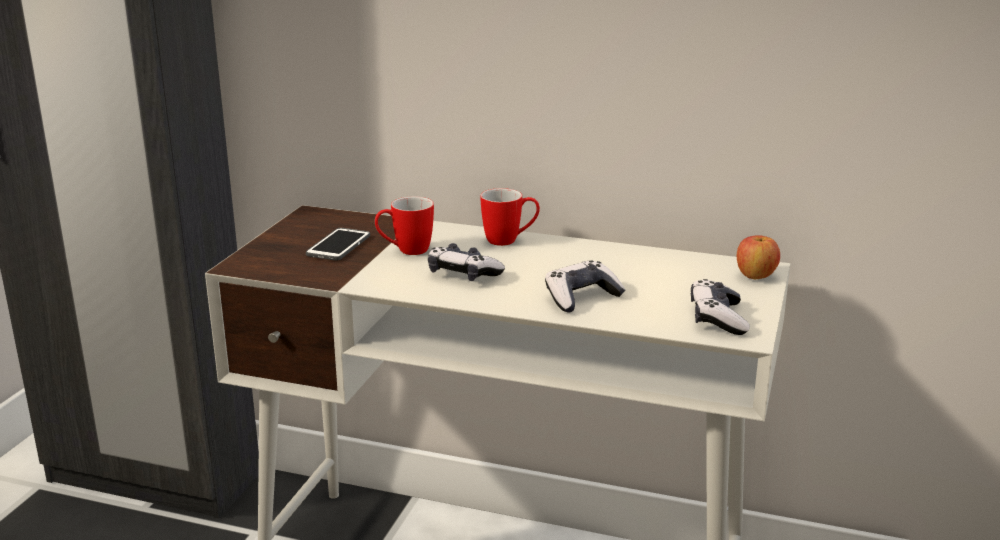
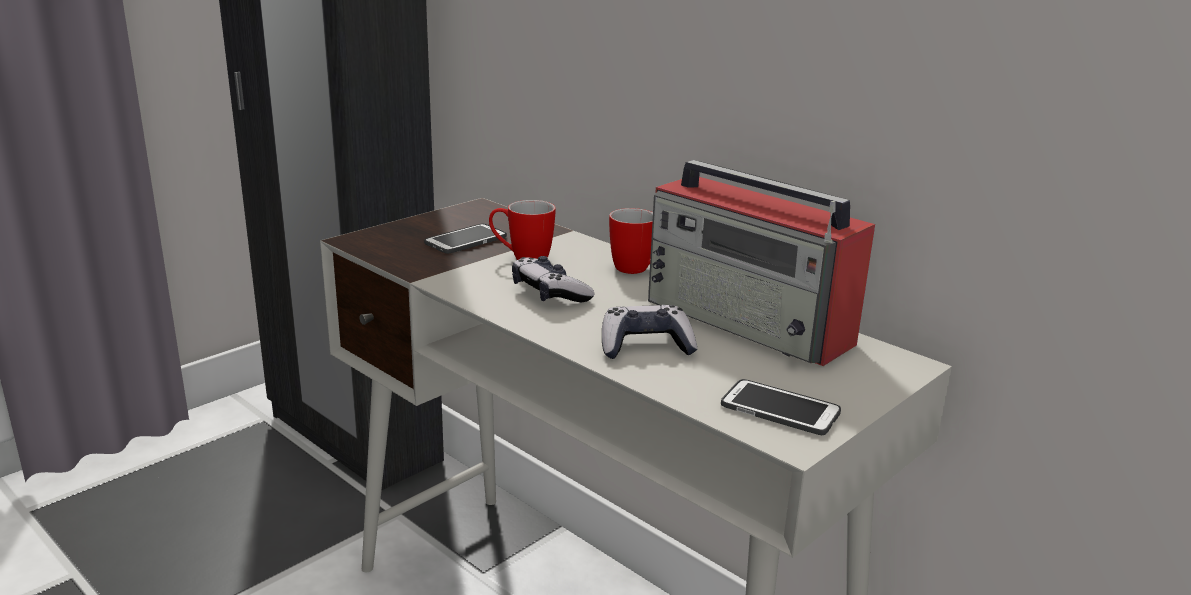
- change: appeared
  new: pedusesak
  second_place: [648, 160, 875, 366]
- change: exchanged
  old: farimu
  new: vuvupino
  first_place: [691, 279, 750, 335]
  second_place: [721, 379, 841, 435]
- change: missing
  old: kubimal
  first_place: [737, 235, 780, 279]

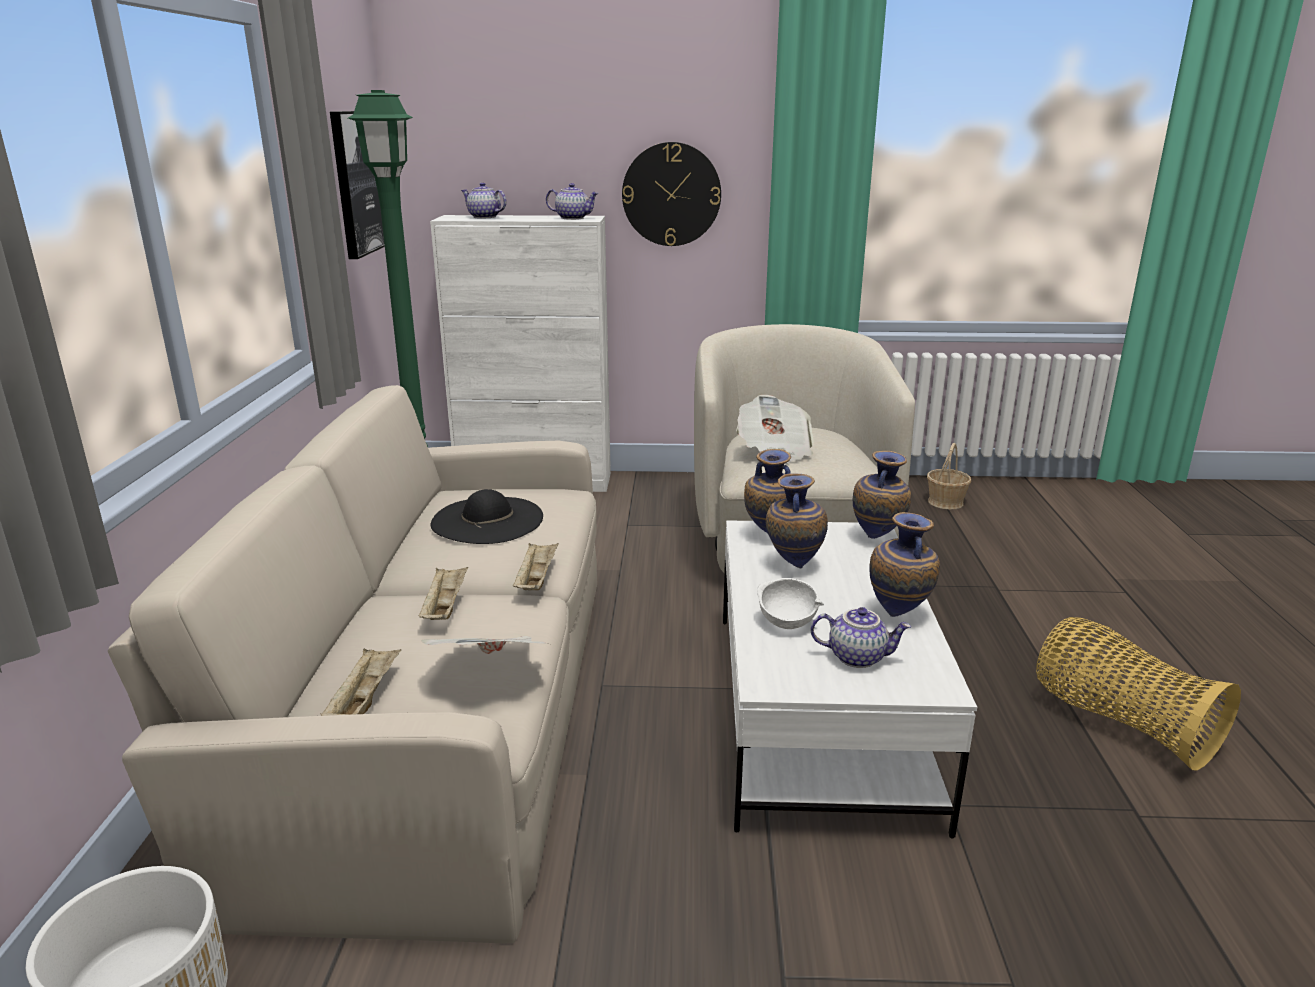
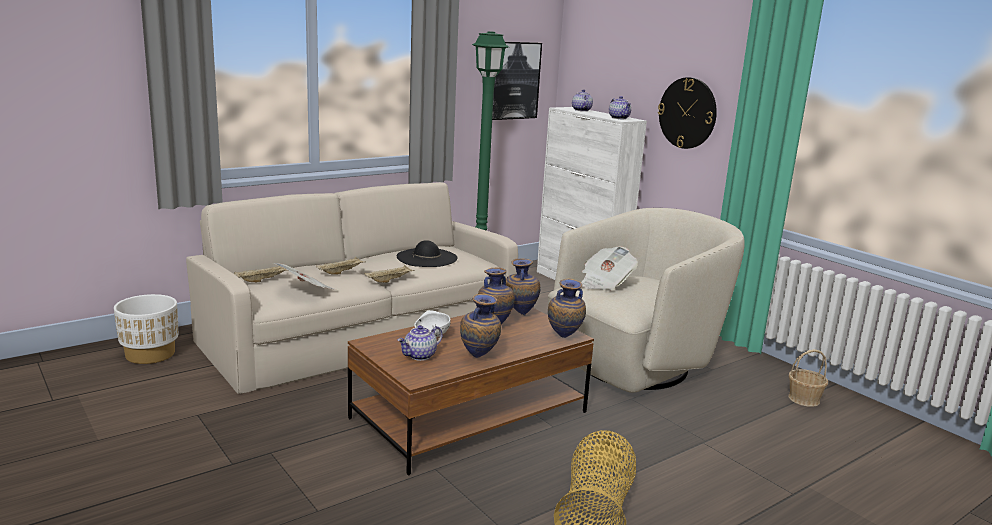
- change: colour
  old: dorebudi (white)
  new: dorebudi (brown)
  first_place: [723, 520, 977, 838]
  second_place: [348, 308, 594, 475]
- change: spun
  old: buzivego
  first_place: [811, 607, 911, 668]
  second_place: [397, 325, 442, 361]
  degrees: 75

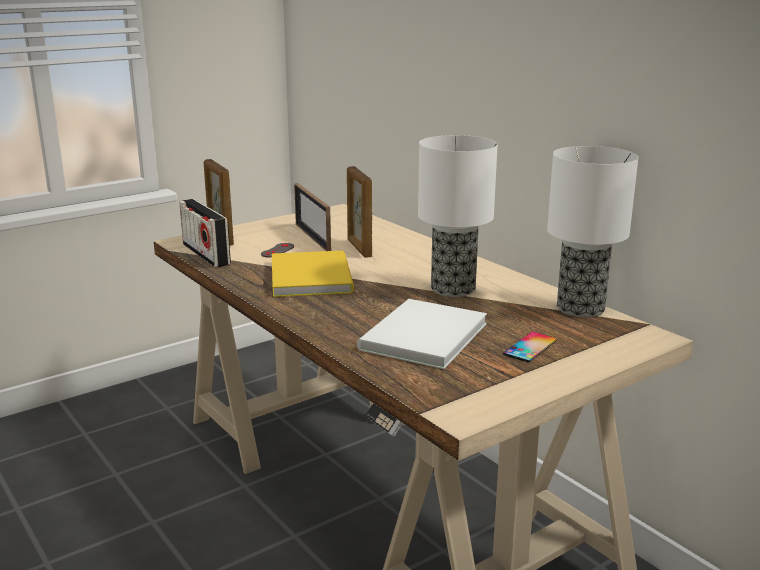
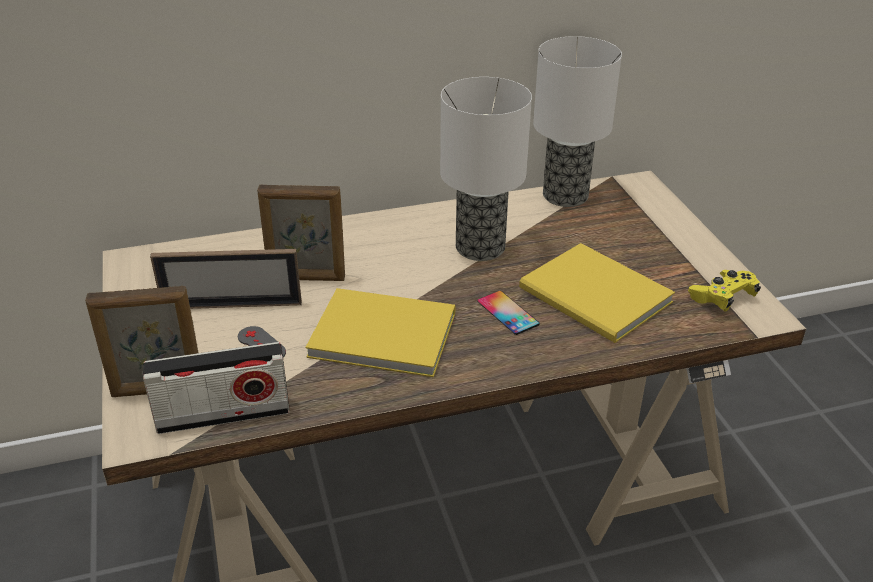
- change: relocated
  old: vuvupino
  first_place: [503, 332, 557, 362]
  second_place: [478, 291, 540, 335]
- change: colour
  old: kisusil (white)
  new: kisusil (yellow)
  first_place: [357, 299, 487, 369]
  second_place: [519, 243, 675, 343]
- change: appeared
  new: farimu (yellow)
  second_place: [688, 270, 761, 312]

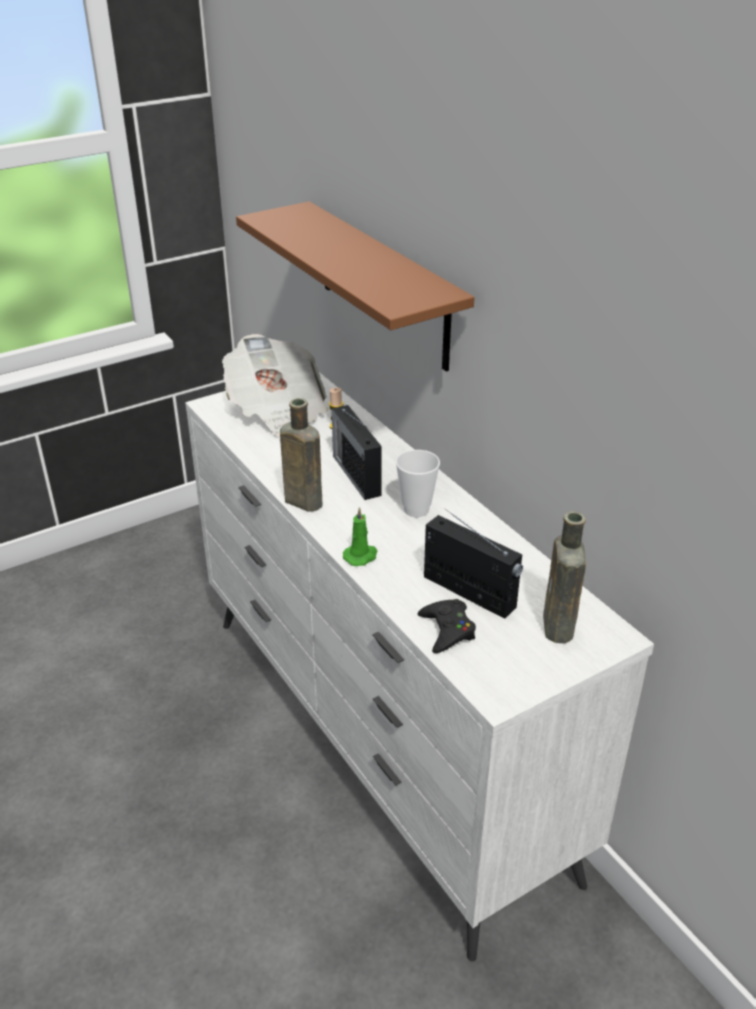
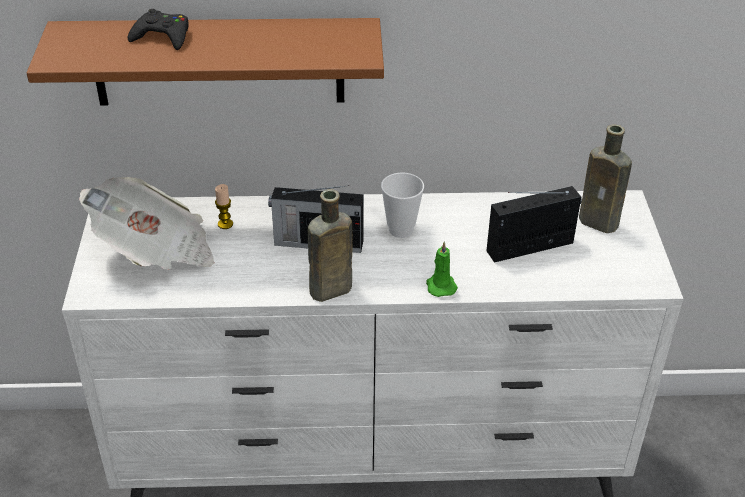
- change: relocated
  old: farimu (black)
  first_place: [418, 599, 476, 653]
  second_place: [128, 9, 189, 50]

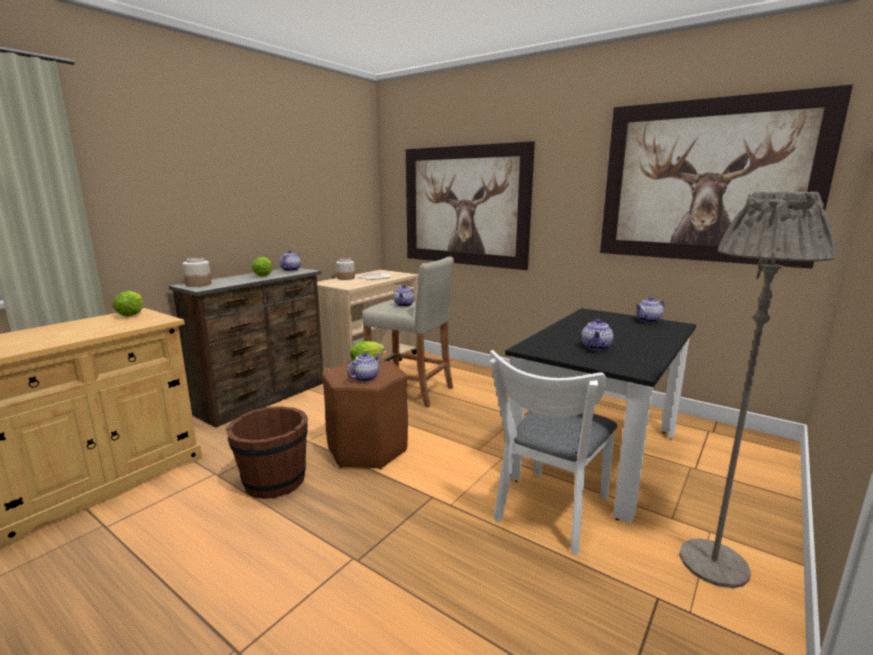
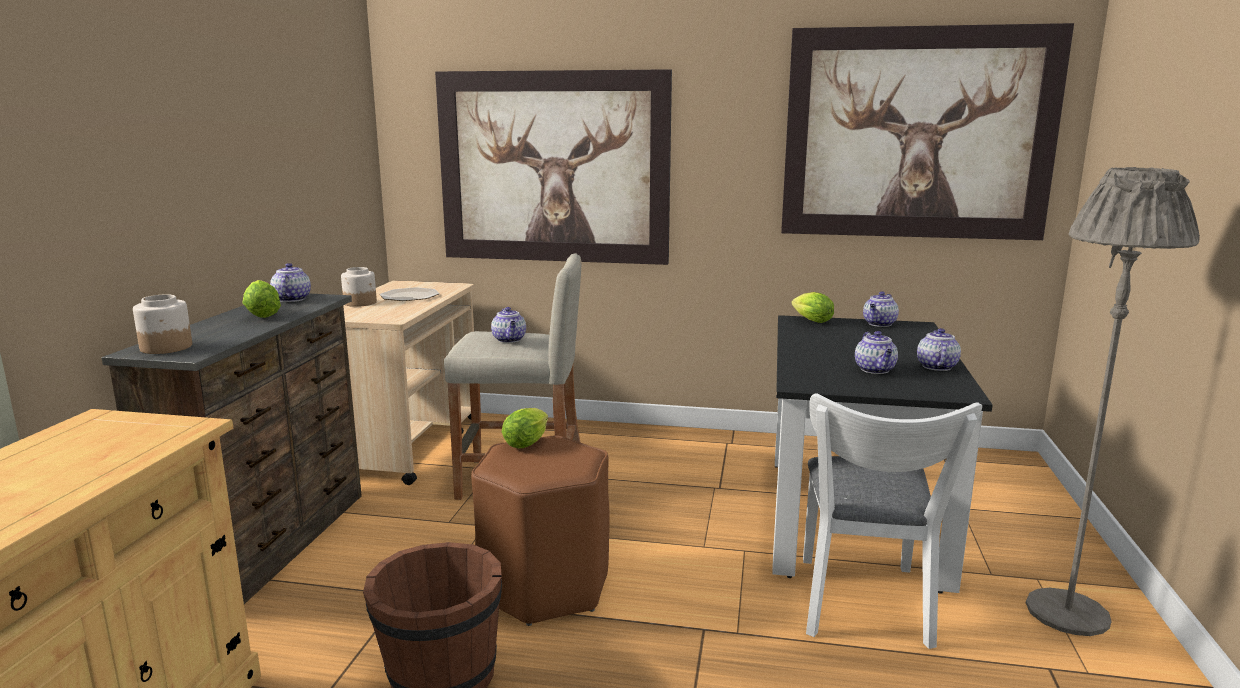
- change: relocated
  old: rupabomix
  first_place: [112, 291, 144, 317]
  second_place: [791, 292, 834, 323]
- change: relocated
  old: buzivego
  first_place: [347, 352, 382, 382]
  second_place: [917, 328, 961, 371]

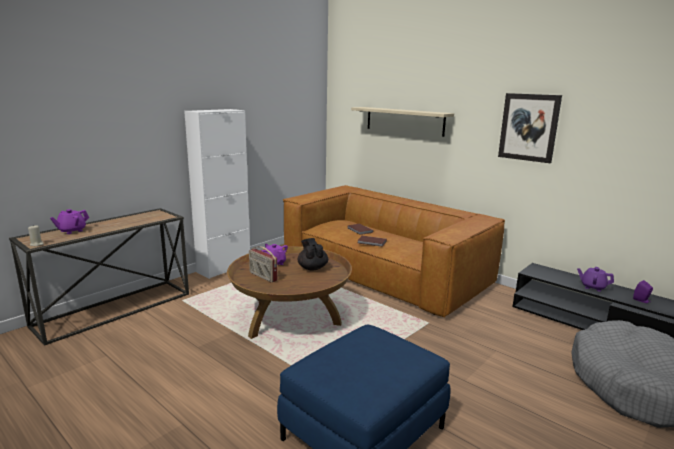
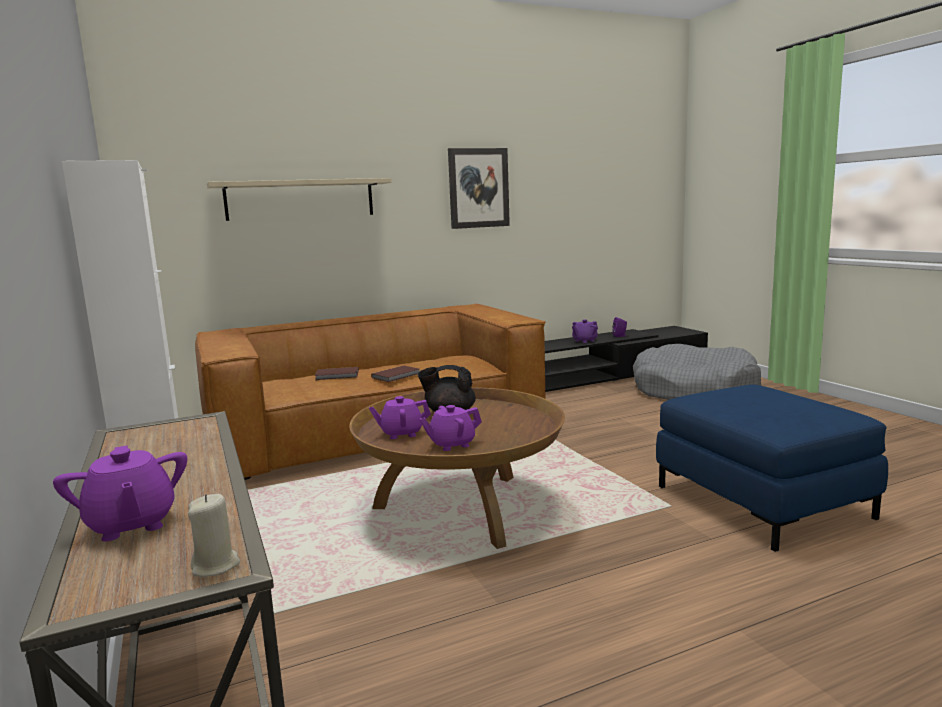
- change: exchanged
  old: pedusesak
  new: buzivego (purple)
  first_place: [249, 246, 278, 282]
  second_place: [420, 405, 482, 451]

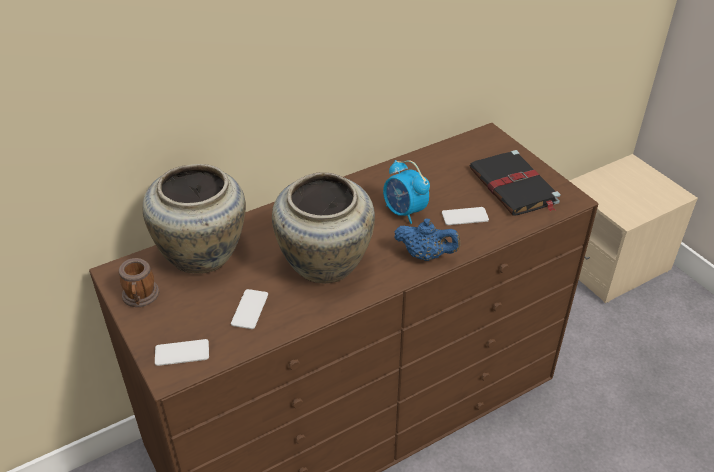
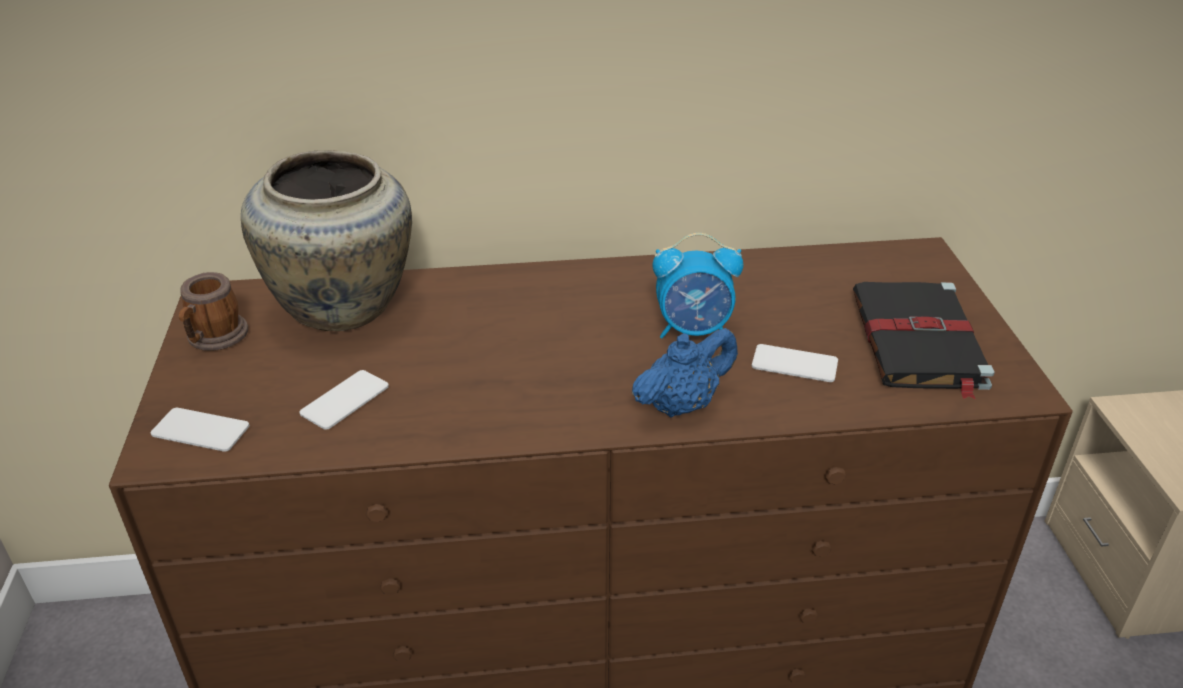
- change: spun
  old: buzivego (blue)
  first_place: [395, 218, 461, 261]
  second_place: [632, 328, 738, 418]
  degrees: -75
- change: spun
  old: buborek
  first_place: [383, 160, 430, 224]
  second_place: [653, 233, 743, 338]
  degrees: -75
- change: missing
  old: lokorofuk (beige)
  first_place: [272, 172, 375, 283]

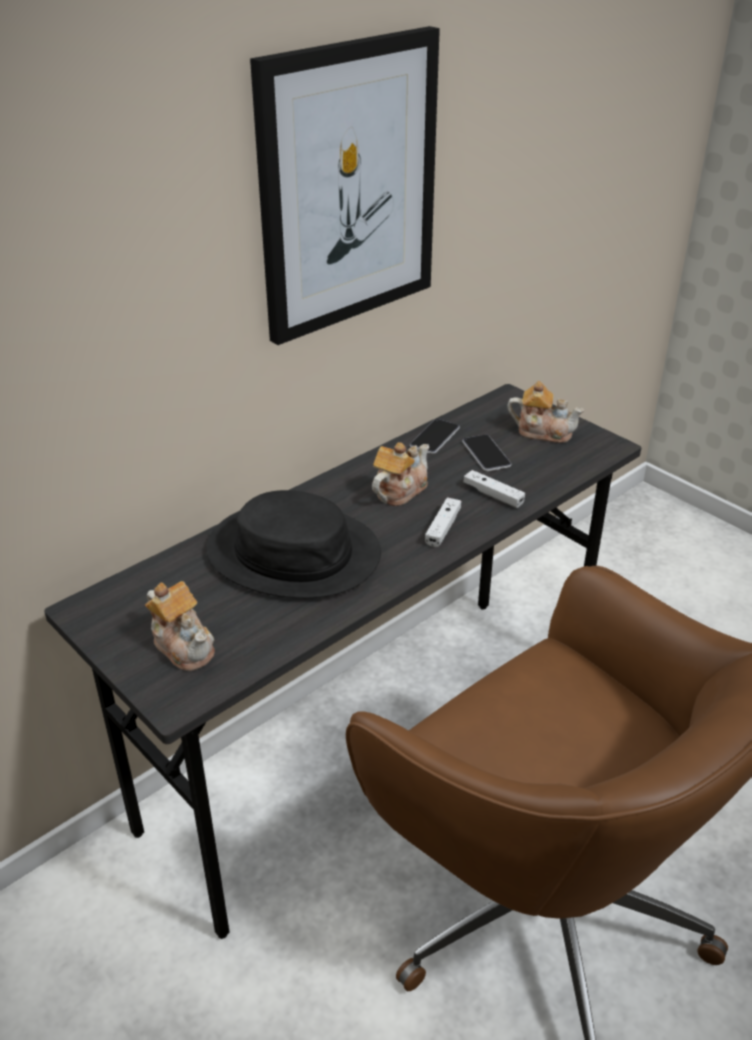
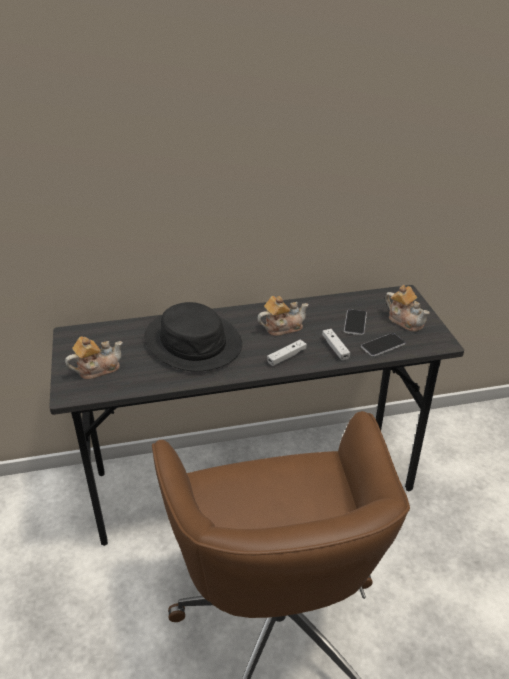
- change: spun
  old: buzivego
  first_place: [145, 581, 215, 671]
  second_place: [65, 336, 123, 380]
  degrees: -105
- change: relocated
  old: vuvupino
  first_place: [410, 419, 460, 454]
  second_place: [361, 333, 405, 357]
- change: missing
  old: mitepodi
  first_place: [250, 26, 440, 345]

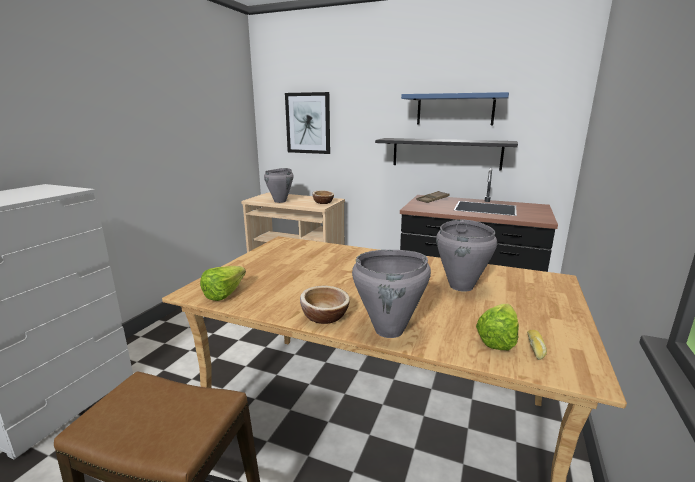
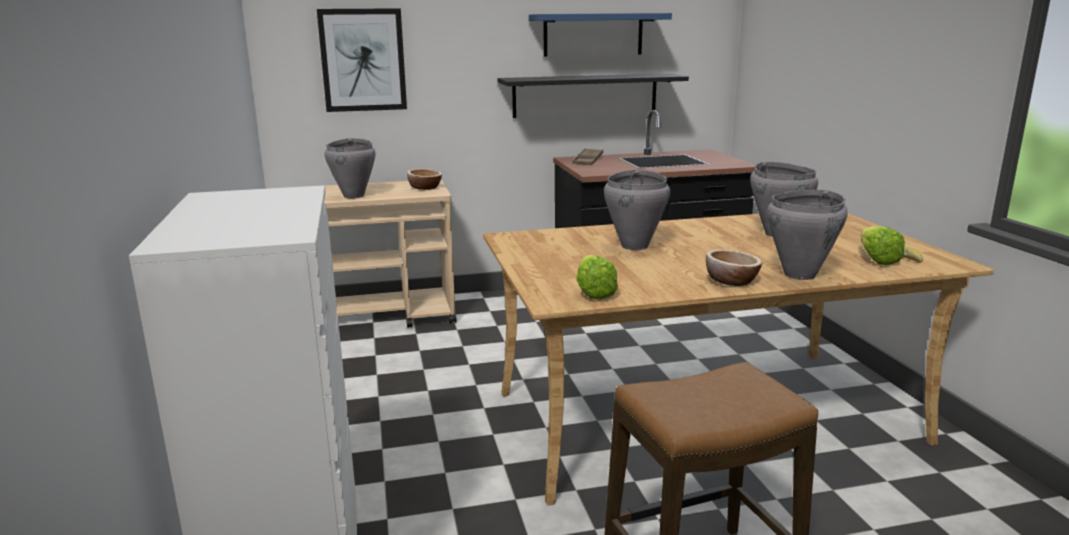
- change: appeared
  new: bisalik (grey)
  second_place: [604, 170, 670, 250]

